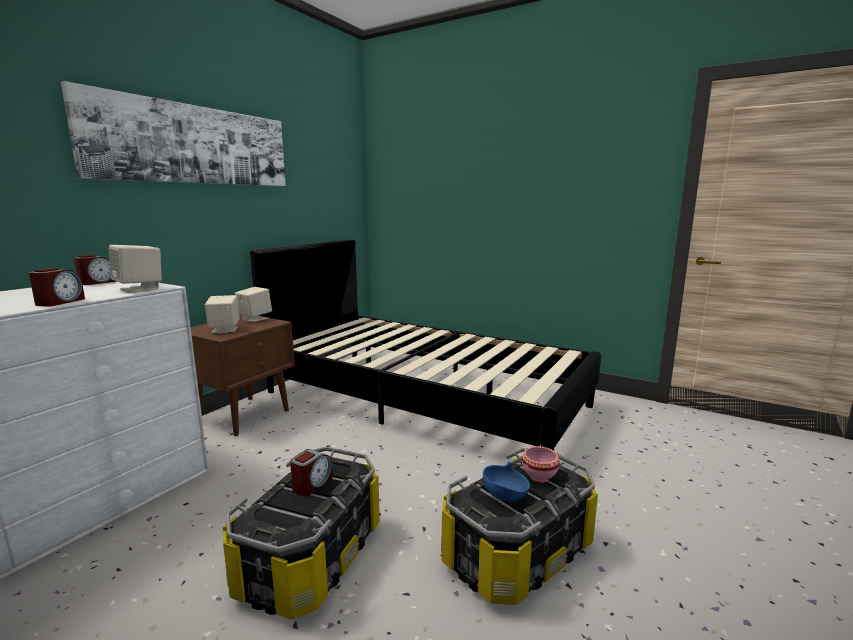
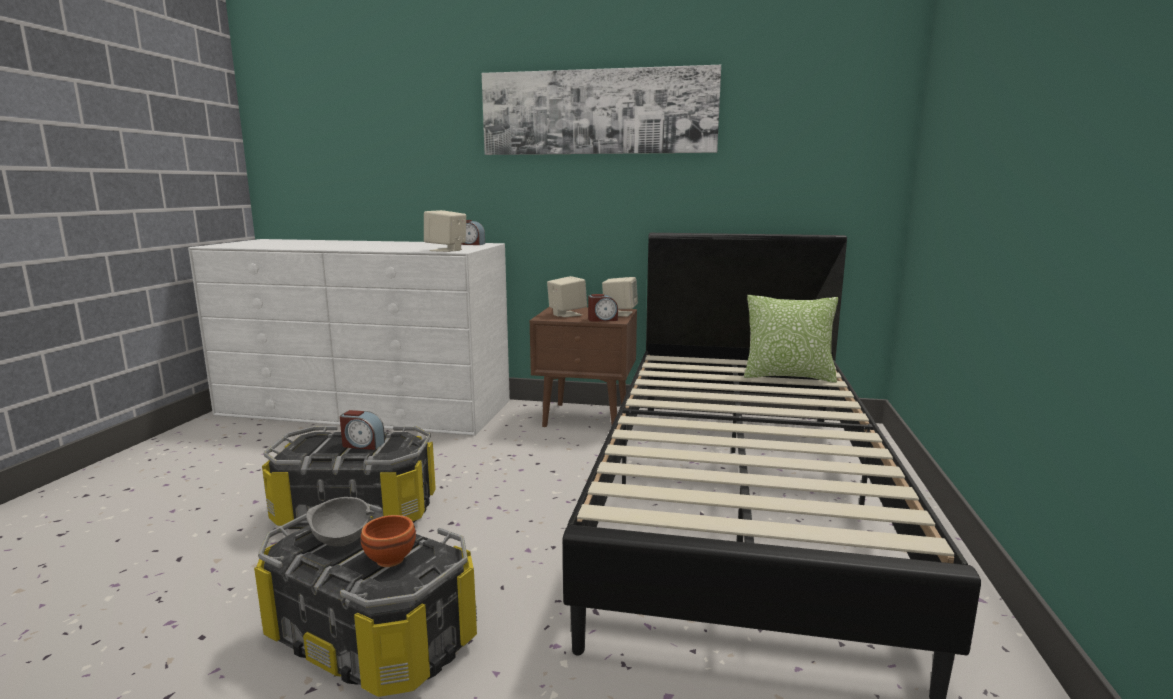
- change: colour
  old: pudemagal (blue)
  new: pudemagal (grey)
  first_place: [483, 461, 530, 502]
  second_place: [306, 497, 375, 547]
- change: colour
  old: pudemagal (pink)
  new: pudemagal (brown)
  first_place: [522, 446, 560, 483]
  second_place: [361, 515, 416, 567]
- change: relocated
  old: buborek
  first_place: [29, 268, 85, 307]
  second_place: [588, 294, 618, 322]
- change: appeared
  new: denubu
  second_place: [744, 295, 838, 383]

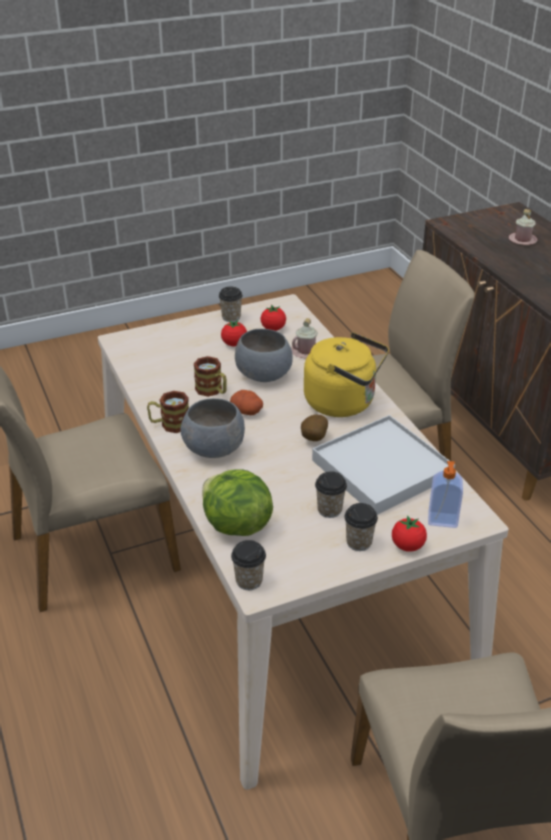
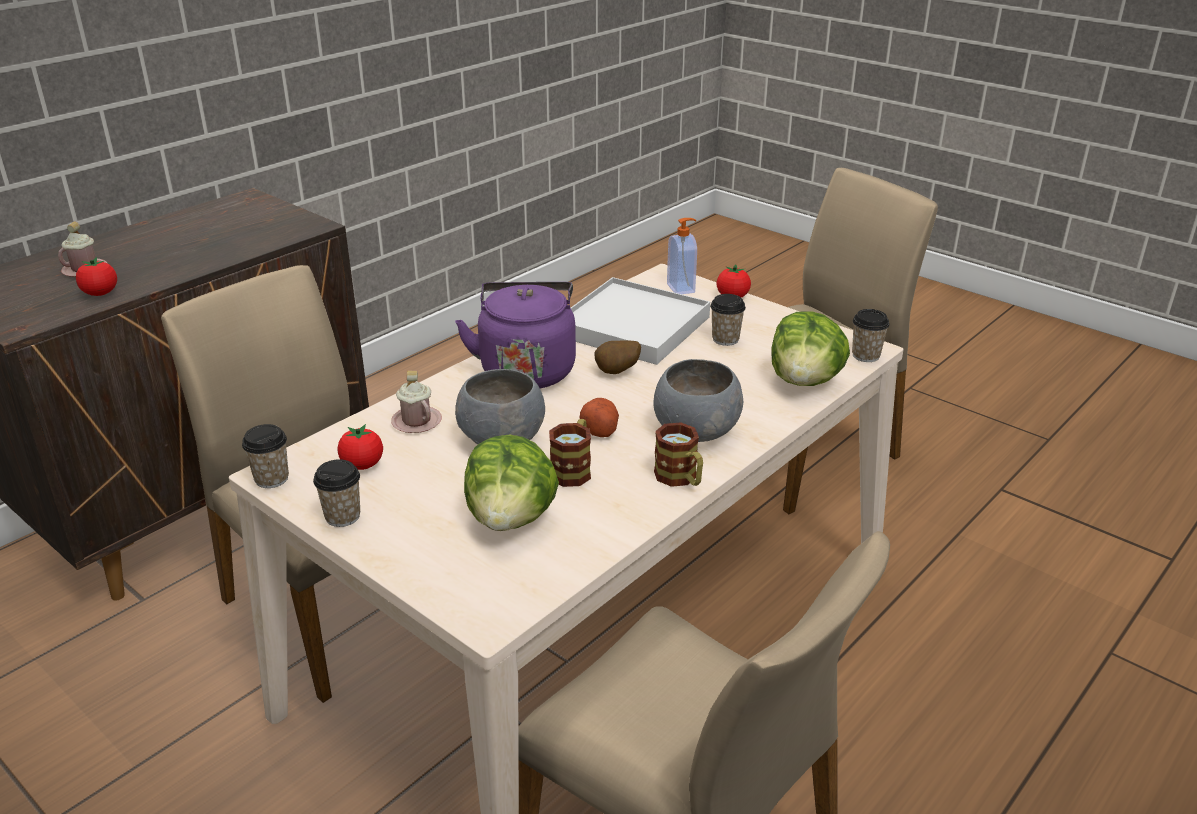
- change: relocated
  old: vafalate
  first_place: [221, 320, 247, 346]
  second_place: [76, 257, 117, 296]
- change: relocated
  old: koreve
  first_place: [344, 503, 378, 551]
  second_place: [242, 424, 289, 488]
- change: colour
  old: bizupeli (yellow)
  new: bizupeli (purple)
  first_place: [304, 332, 389, 417]
  second_place: [455, 282, 576, 389]
- change: appeared
  new: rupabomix
  second_place: [464, 435, 559, 531]

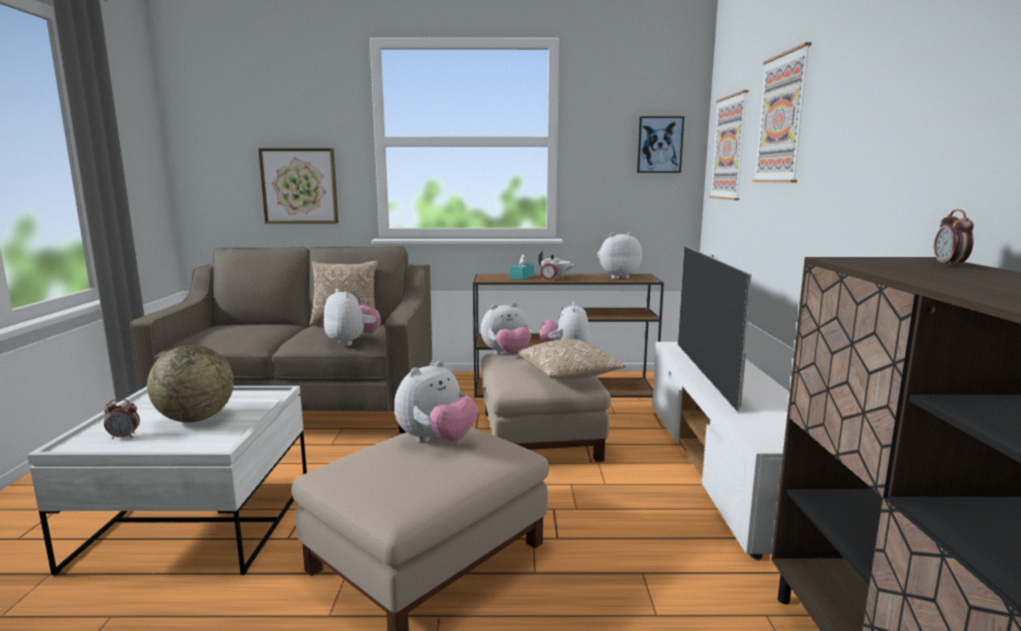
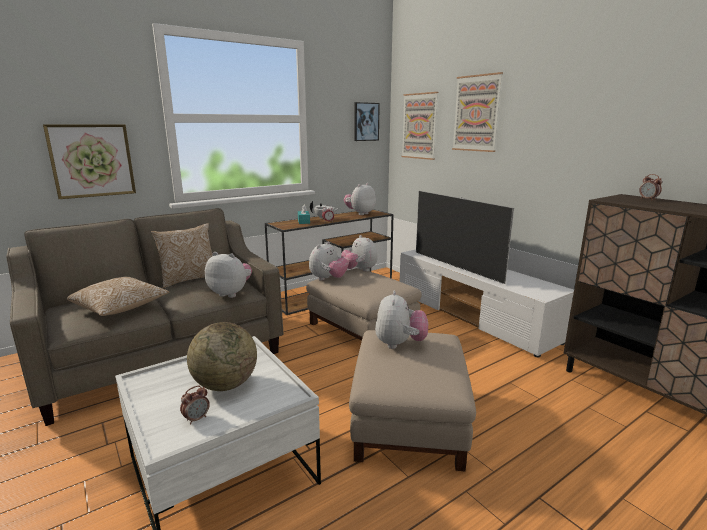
- change: relocated
  old: denubu
  first_place: [519, 339, 626, 379]
  second_place: [67, 277, 169, 316]

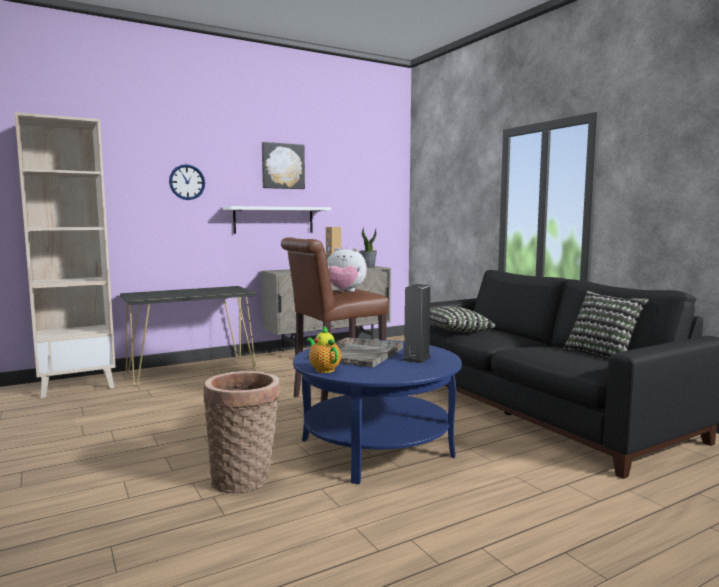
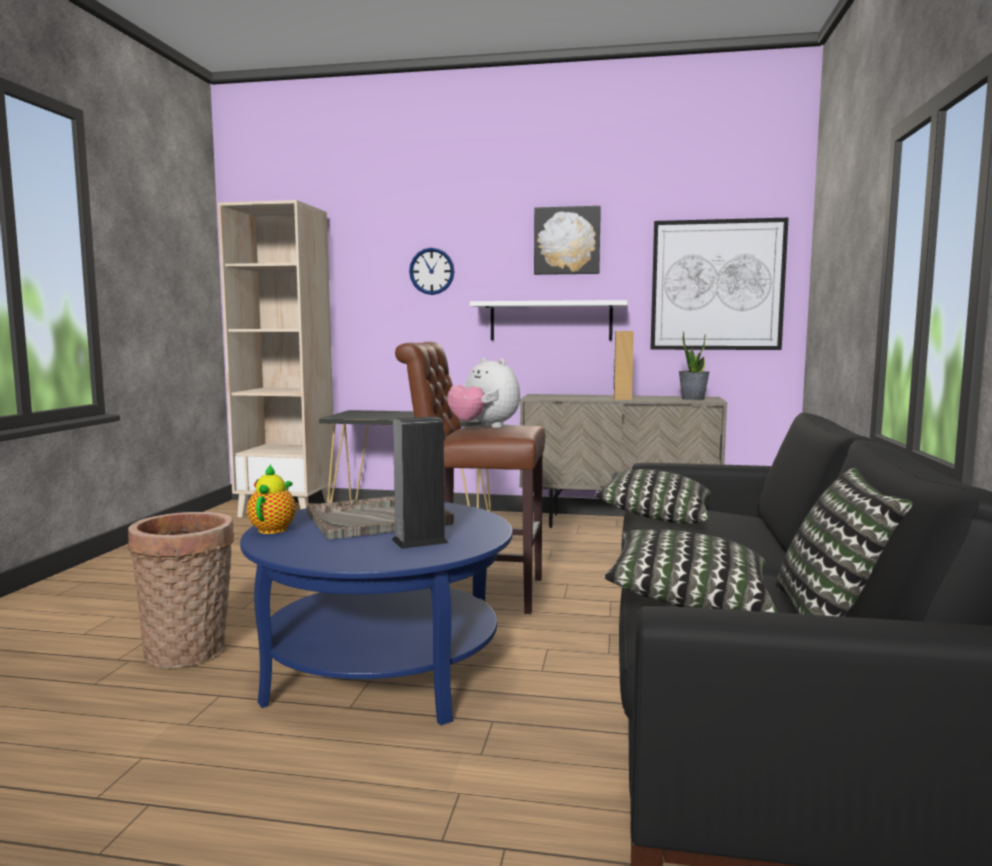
- change: appeared
  new: denubu
  second_place: [604, 529, 778, 613]
- change: appeared
  new: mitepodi
  second_place: [651, 218, 789, 350]

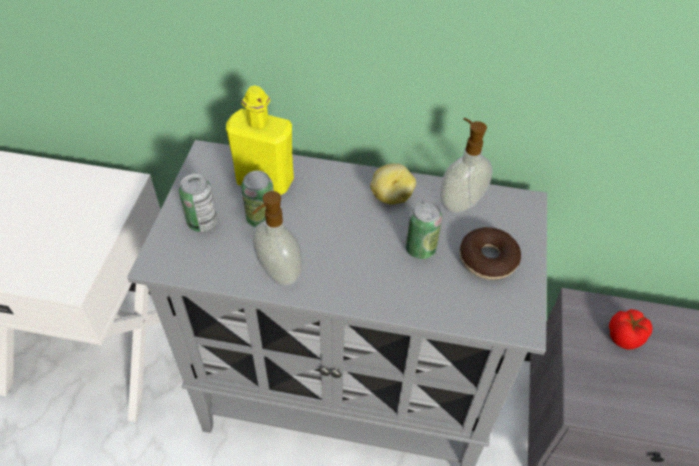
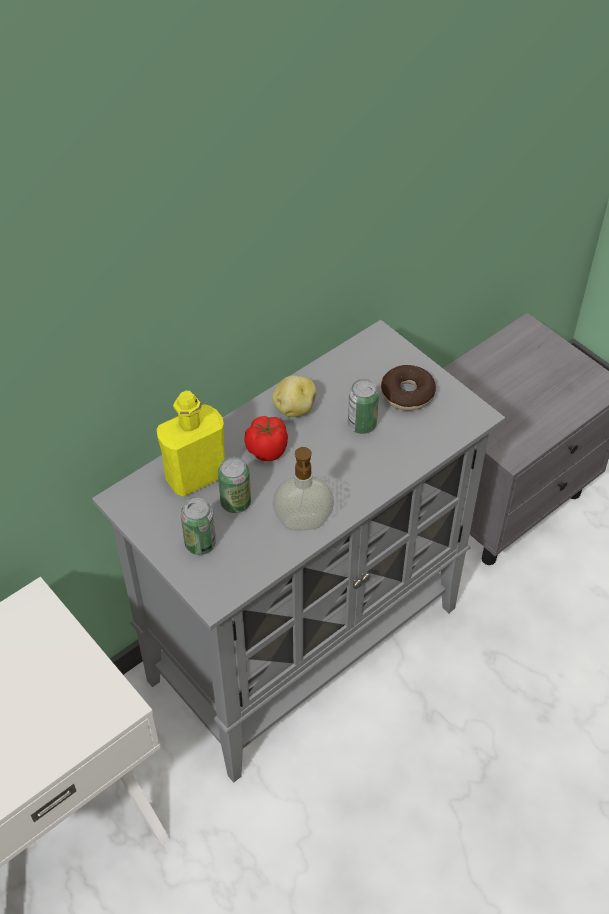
- change: relocated
  old: vafalate
  first_place: [609, 309, 652, 350]
  second_place: [245, 416, 288, 461]
- change: missing
  old: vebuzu
  first_place: [440, 118, 493, 213]

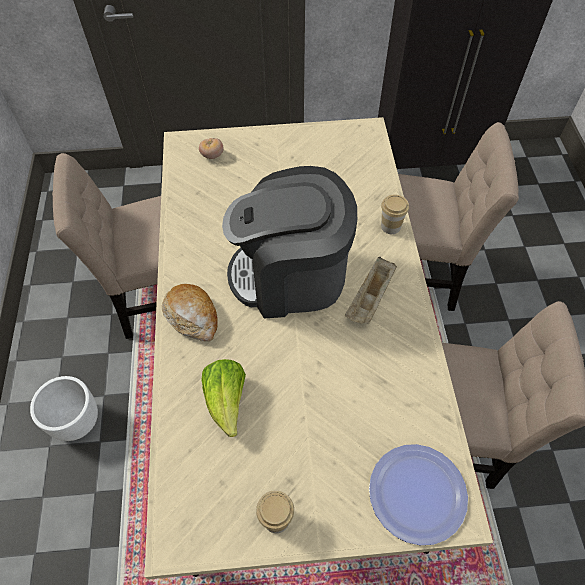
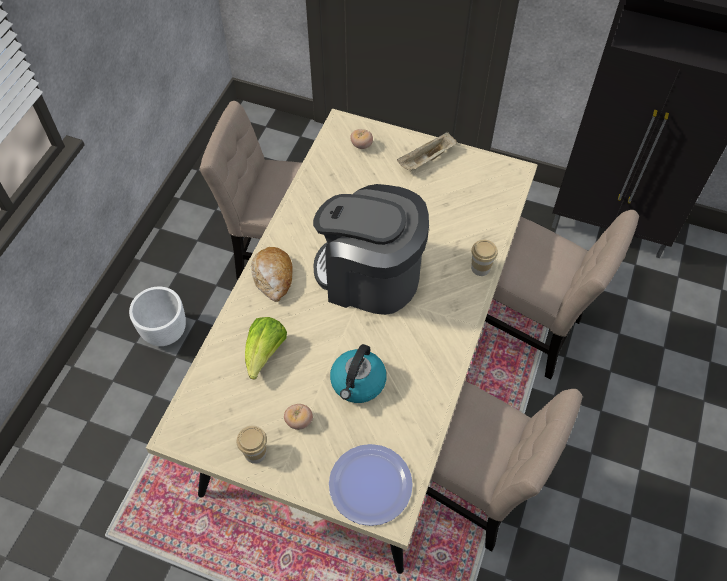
- change: appeared
  new: vafalate
  second_place: [284, 404, 313, 430]
- change: appeared
  new: bizupeli
  second_place: [330, 344, 387, 403]
- change: relocated
  old: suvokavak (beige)
  first_place: [345, 257, 397, 324]
  second_place: [397, 132, 457, 171]

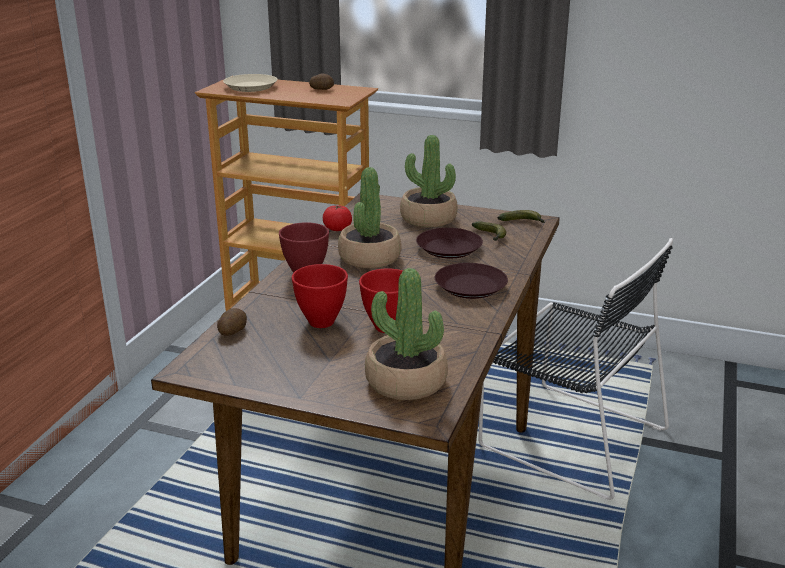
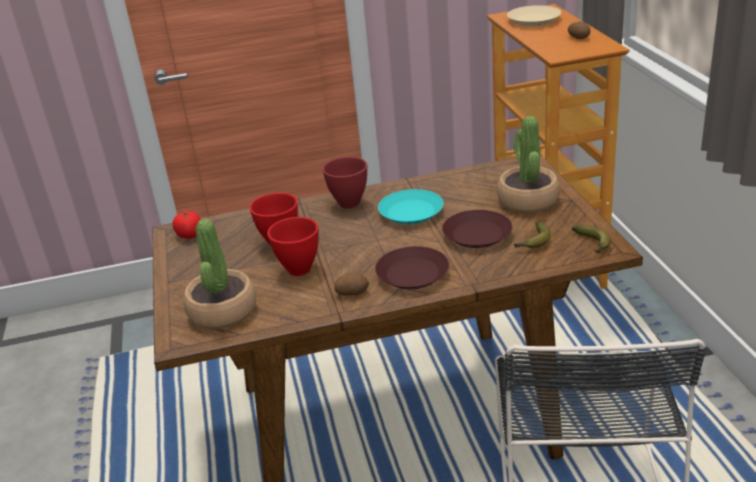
- change: relocated
  old: vafalate
  first_place: [323, 205, 352, 231]
  second_place: [173, 211, 201, 239]
- change: relocated
  old: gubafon
  first_place: [217, 308, 247, 336]
  second_place: [334, 272, 369, 295]
- change: exchanged
  old: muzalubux
  new: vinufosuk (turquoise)
  first_place: [338, 167, 402, 268]
  second_place: [378, 189, 444, 224]

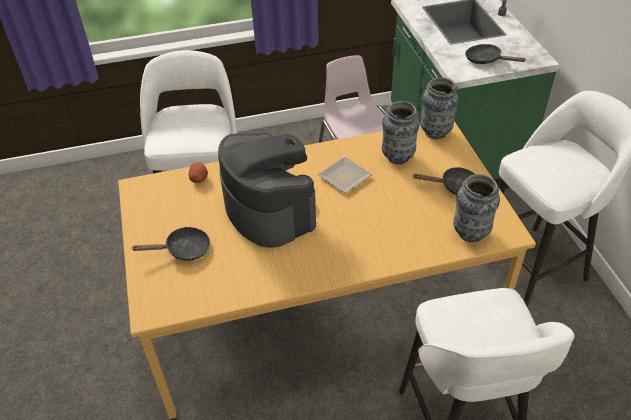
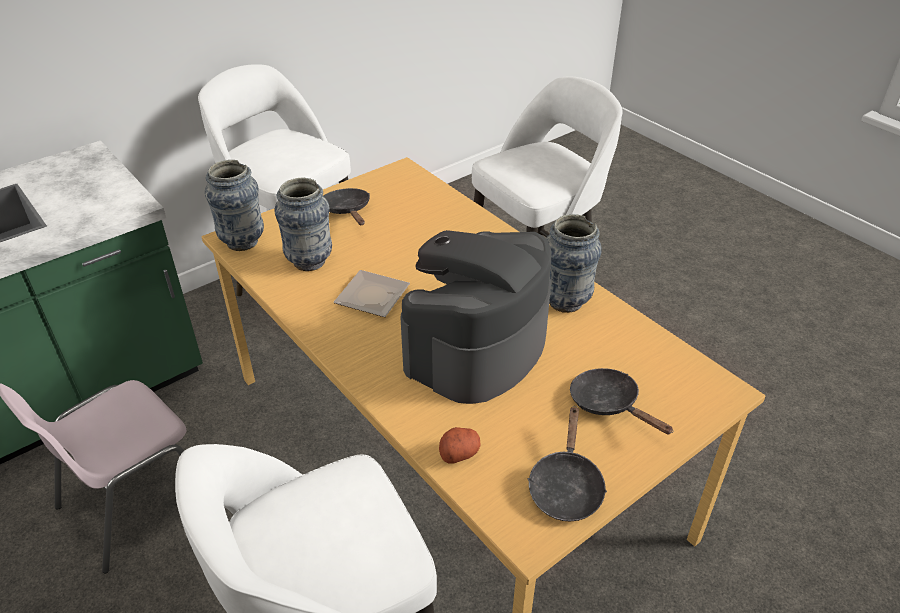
- change: relocated
  old: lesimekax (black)
  first_place: [465, 44, 525, 64]
  second_place: [528, 406, 607, 522]
- change: relocated
  old: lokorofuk
  first_place: [453, 174, 500, 243]
  second_place: [546, 214, 602, 313]

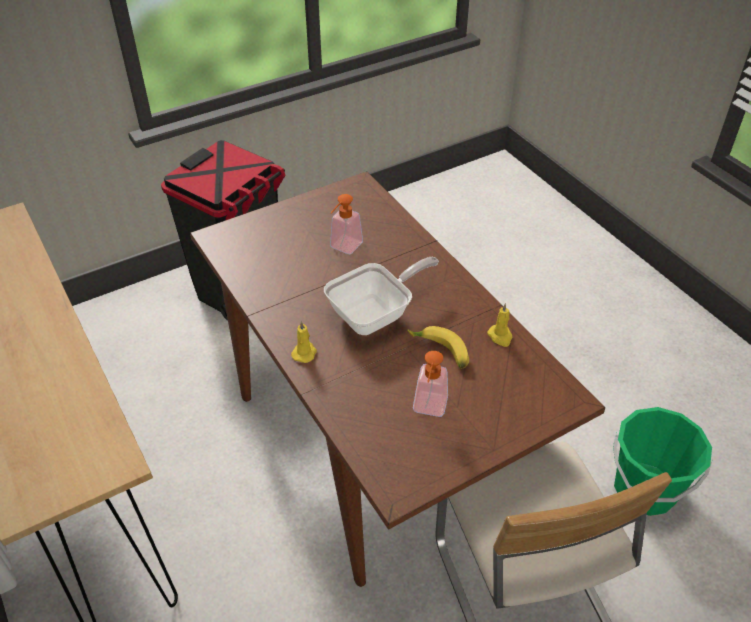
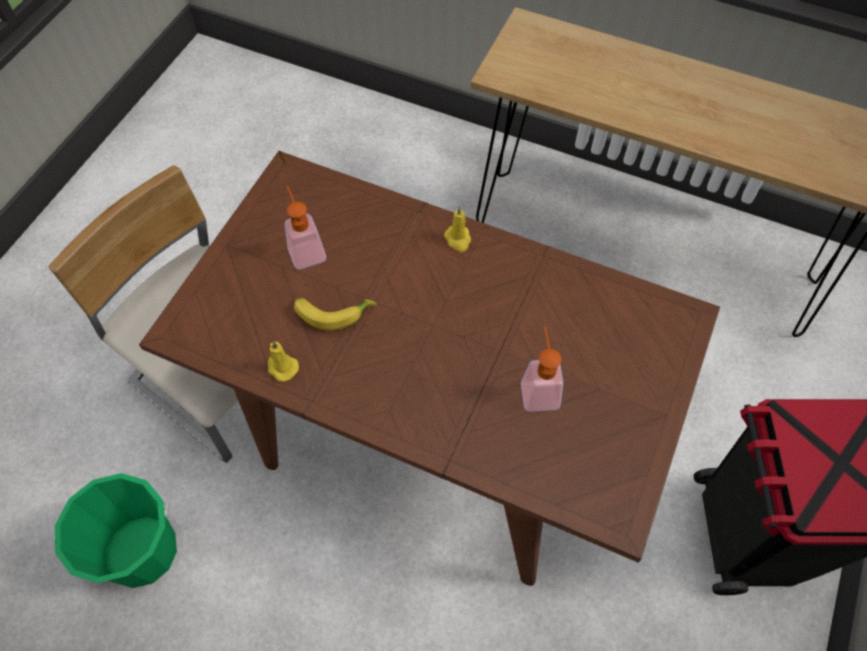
- change: missing
  old: lesimekax
  first_place: [324, 257, 439, 335]

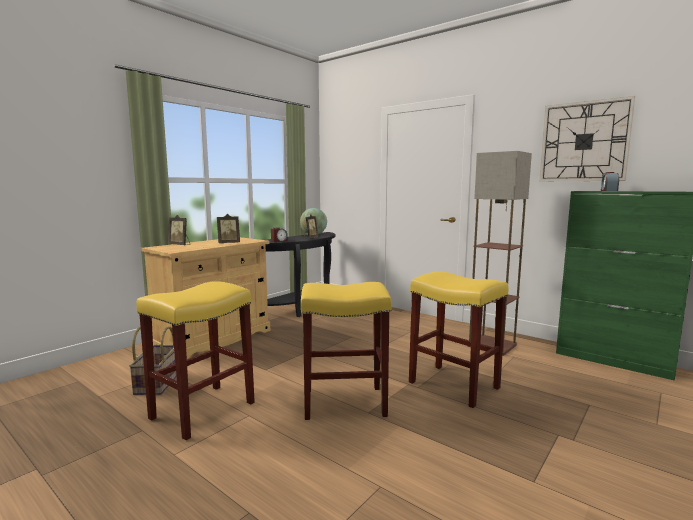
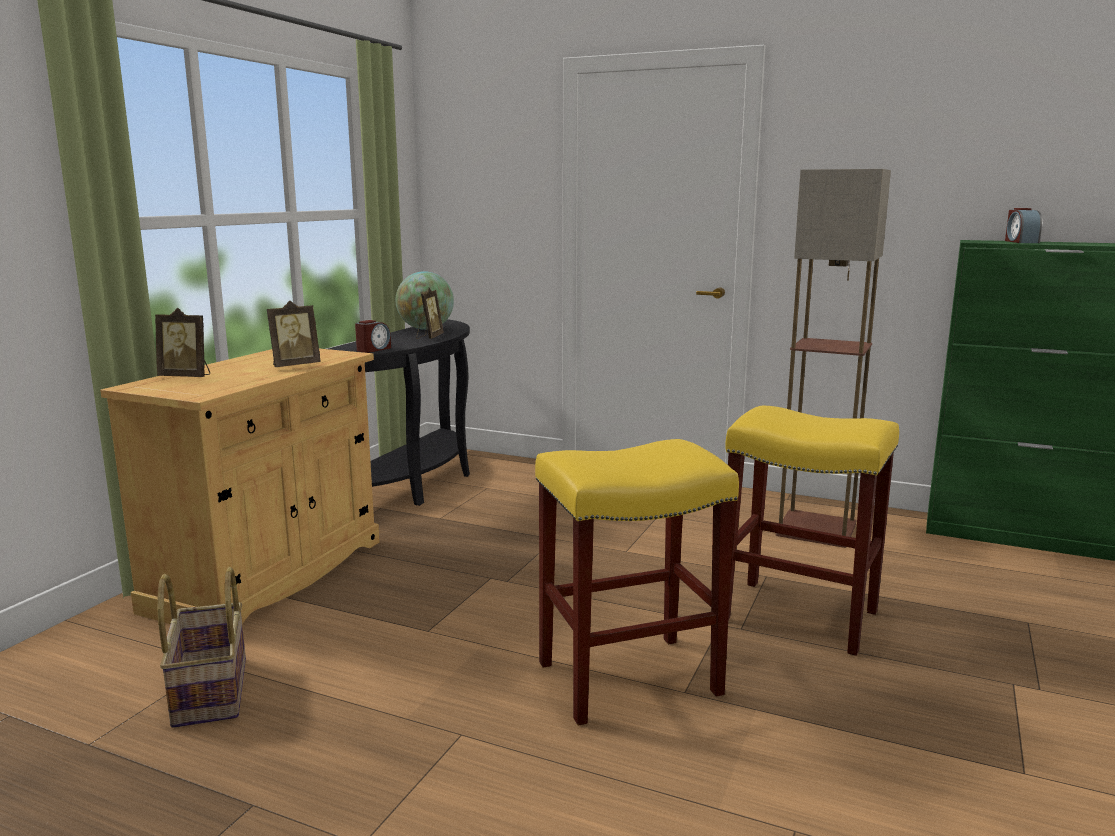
- change: missing
  old: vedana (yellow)
  first_place: [136, 281, 255, 440]
- change: missing
  old: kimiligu
  first_place: [539, 96, 635, 181]

